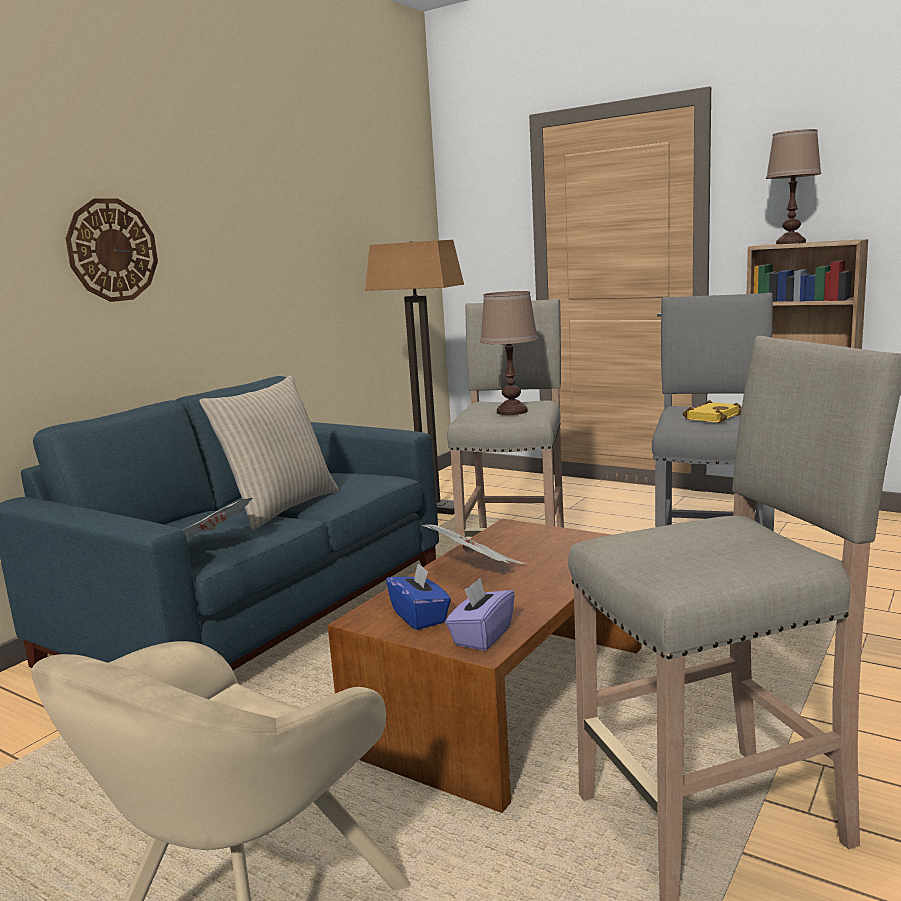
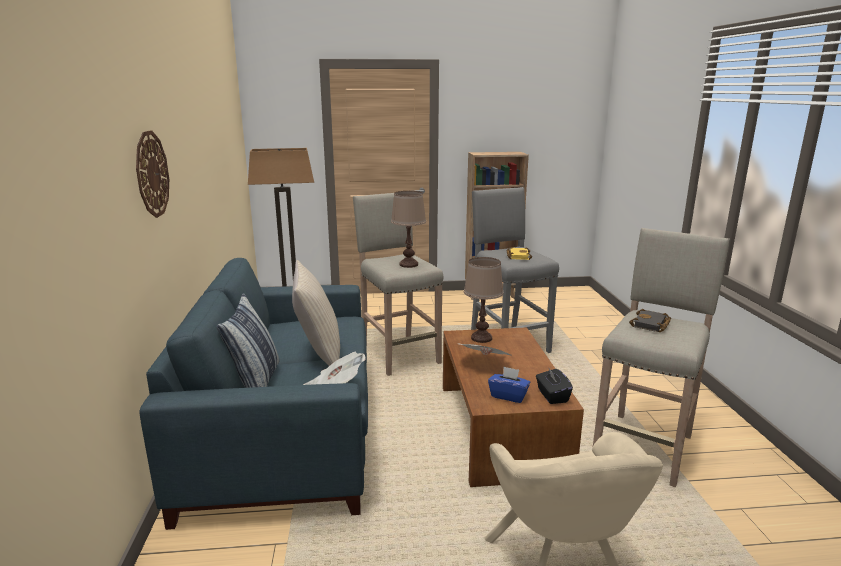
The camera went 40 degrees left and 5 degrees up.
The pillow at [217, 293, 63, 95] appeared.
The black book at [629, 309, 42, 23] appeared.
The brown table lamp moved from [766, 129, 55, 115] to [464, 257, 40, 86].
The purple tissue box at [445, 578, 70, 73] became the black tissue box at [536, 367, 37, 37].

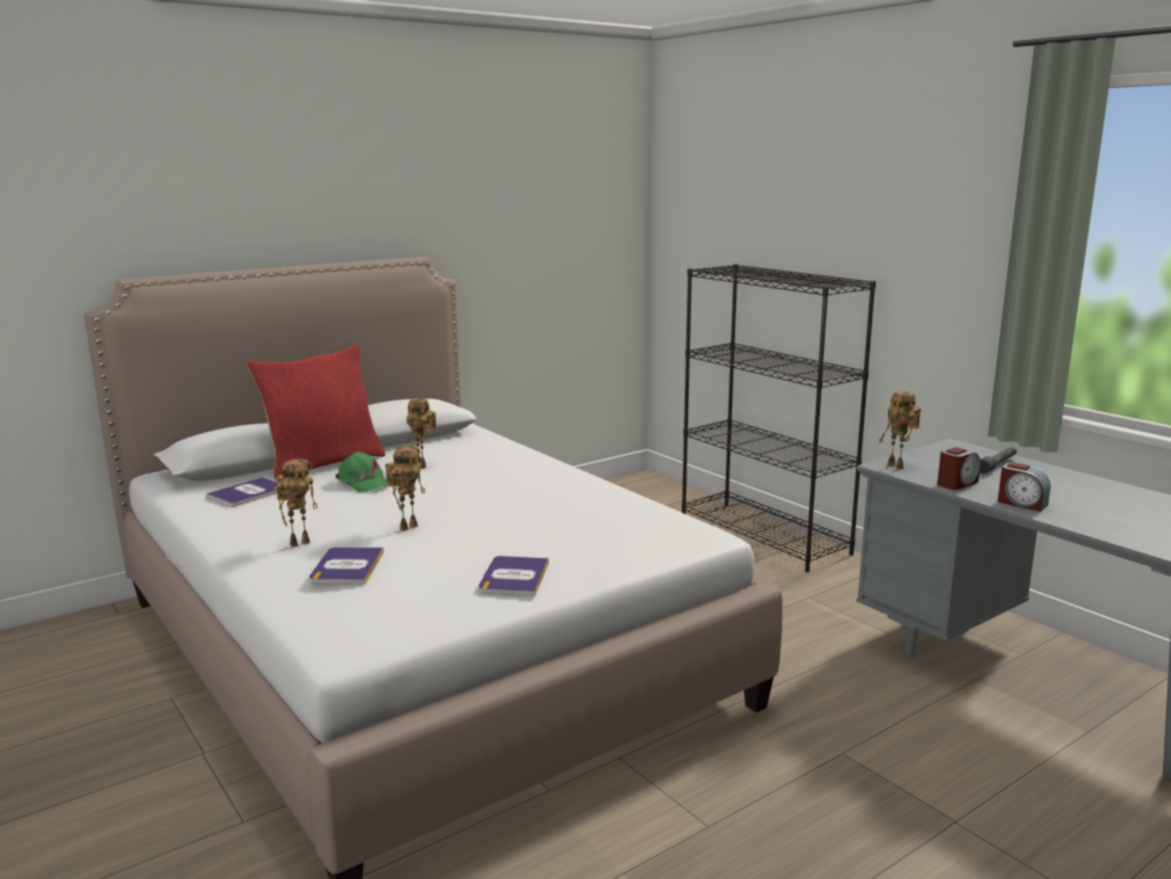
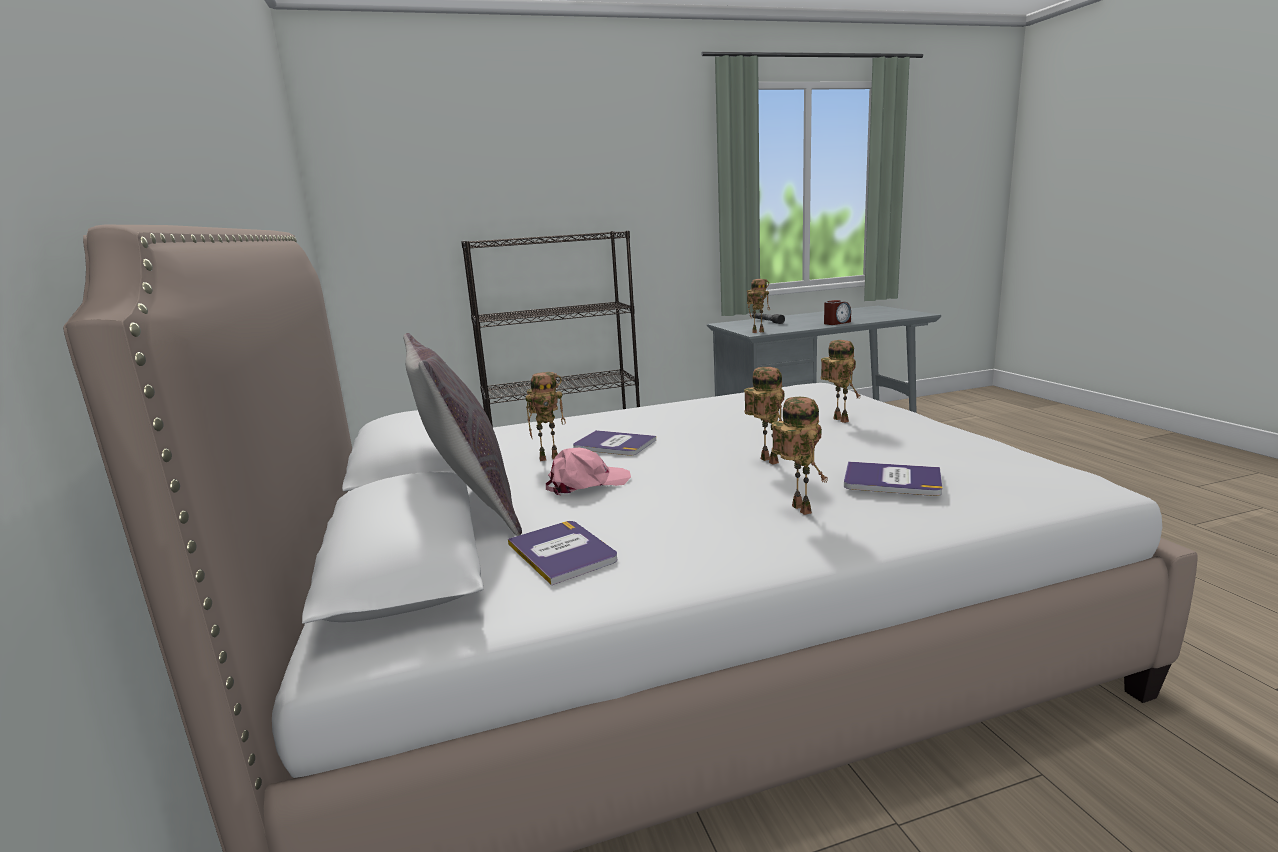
The camera went 70 degrees left and 0 degrees up.
The alarm clock at [937, 447, 43, 43] disappeared.
The toy robot at [821, 340, 40, 83] appeared.
The book moved from [479, 556, 70, 40] to [573, 430, 83, 26].
The red pillow at [246, 344, 139, 136] became the grey pillow at [403, 333, 119, 203].
The green cap at [336, 452, 51, 40] became the pink cap at [546, 448, 85, 47].

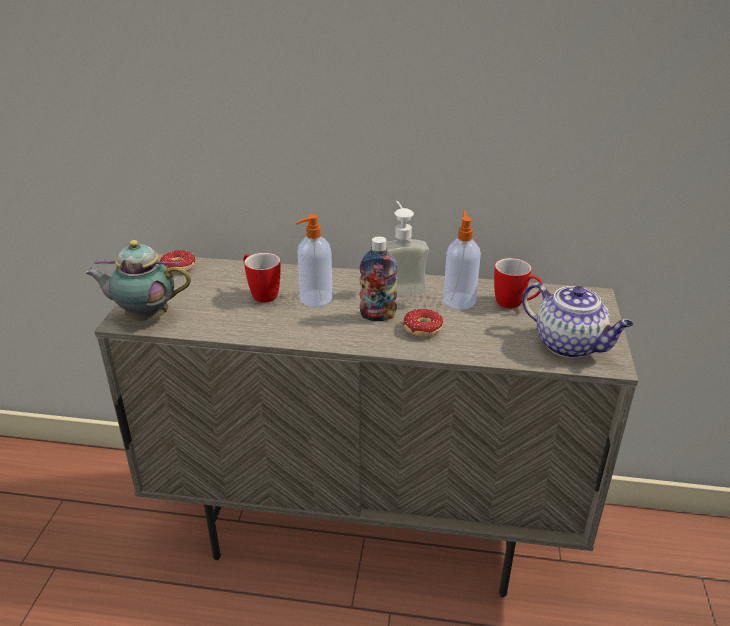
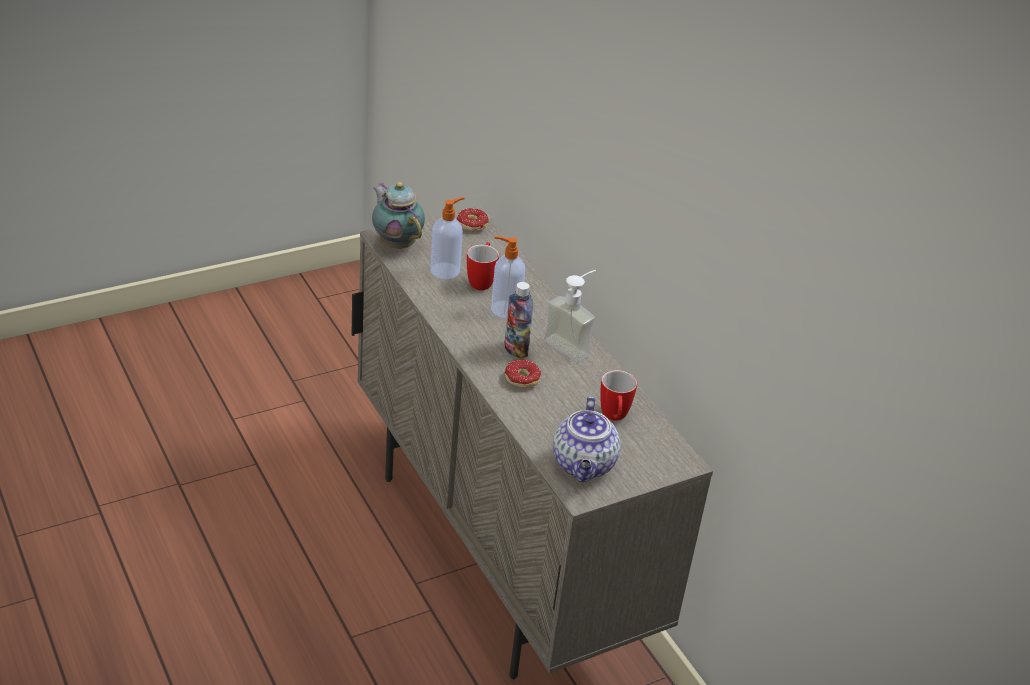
The camera went 50 degrees right and 5 degrees up.
The soap dispenser moved from [443, 210, 38, 100] to [430, 197, 35, 82].

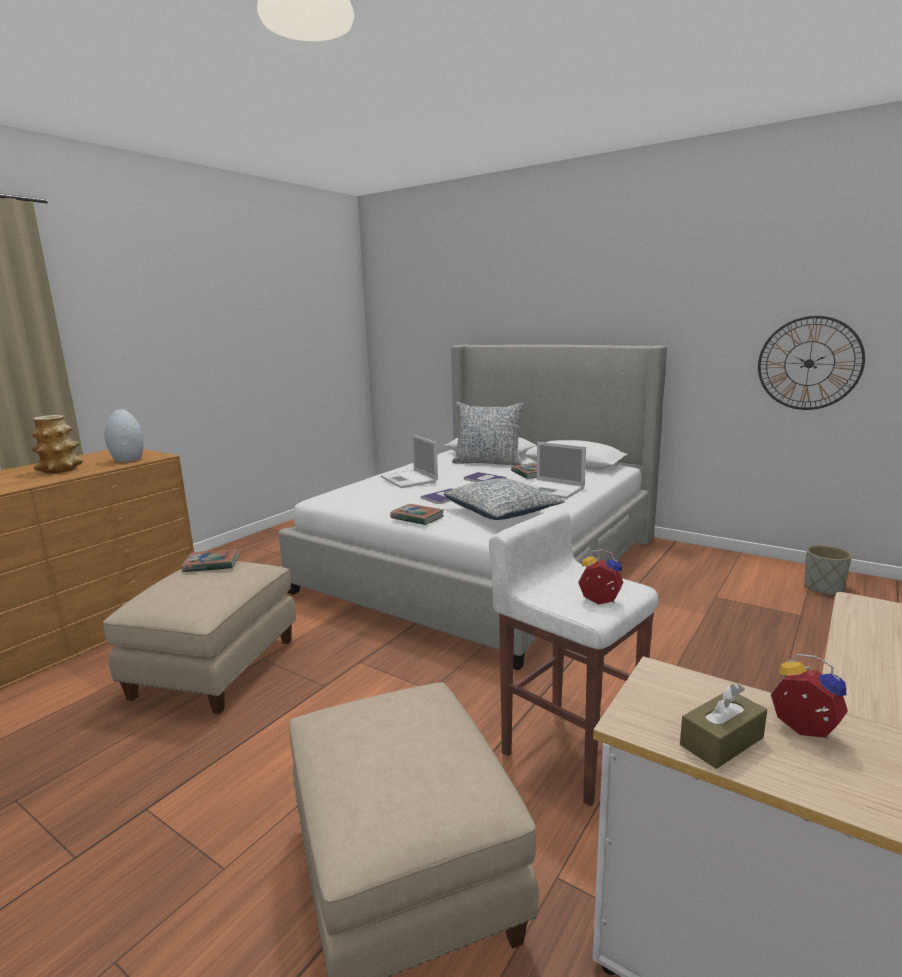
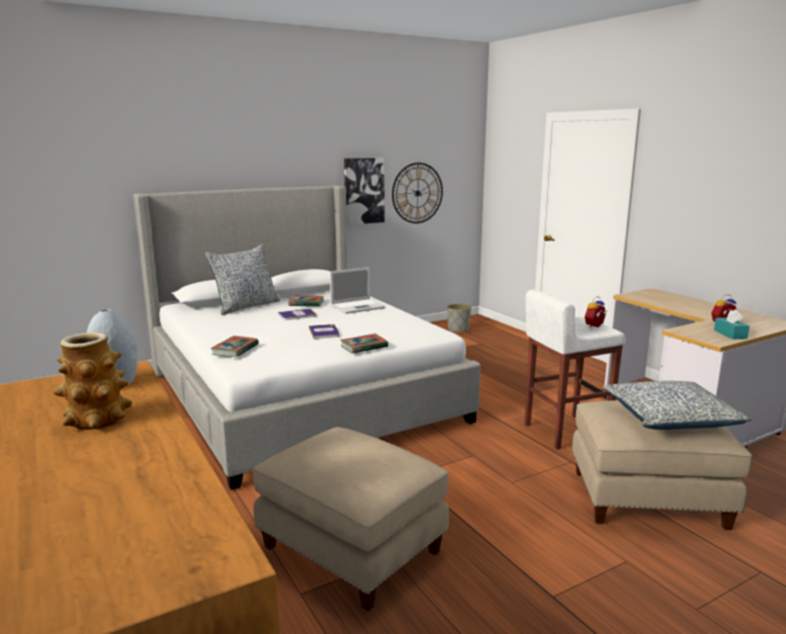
The camera went 65 degrees left and 0 degrees up.
The laptop at [381, 434, 57, 54] disappeared.
The picture at [344, 158, 40, 67] appeared.
The book moved from [181, 549, 59, 23] to [211, 336, 48, 21].
The pillow moved from [444, 478, 121, 42] to [603, 381, 148, 49].
The brown tissue box at [680, 684, 87, 85] became the turquoise tissue box at [714, 309, 36, 30].

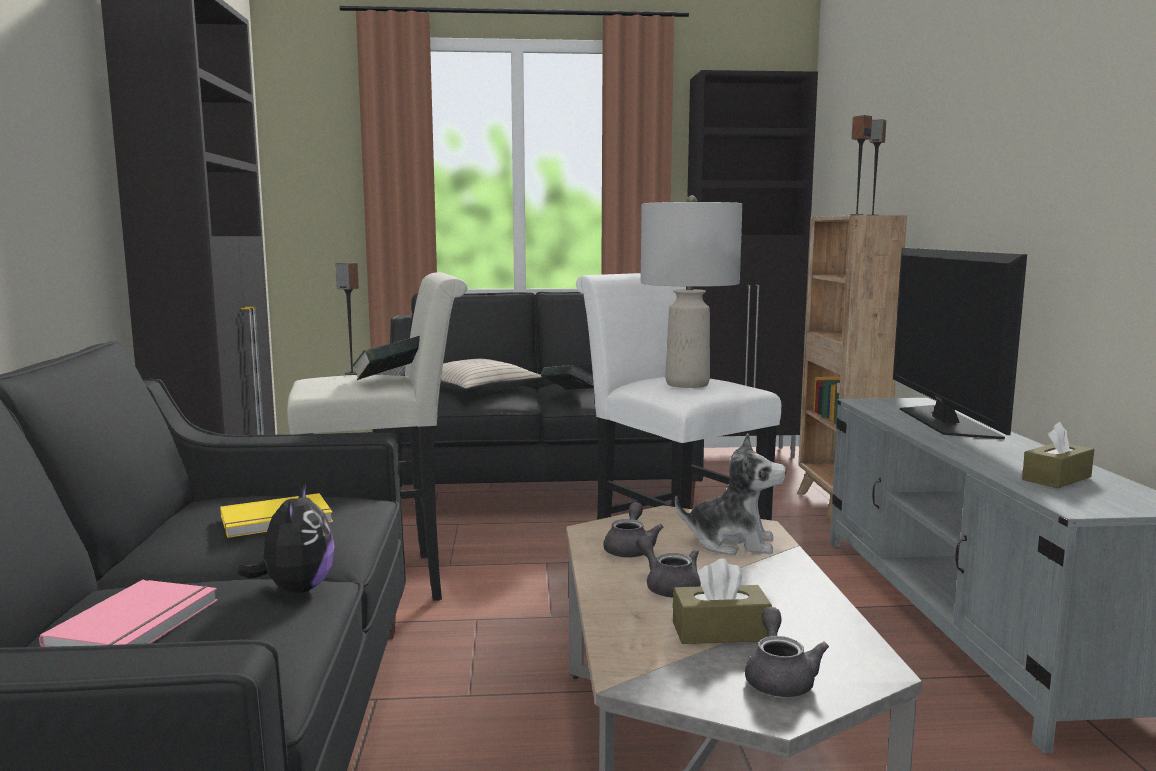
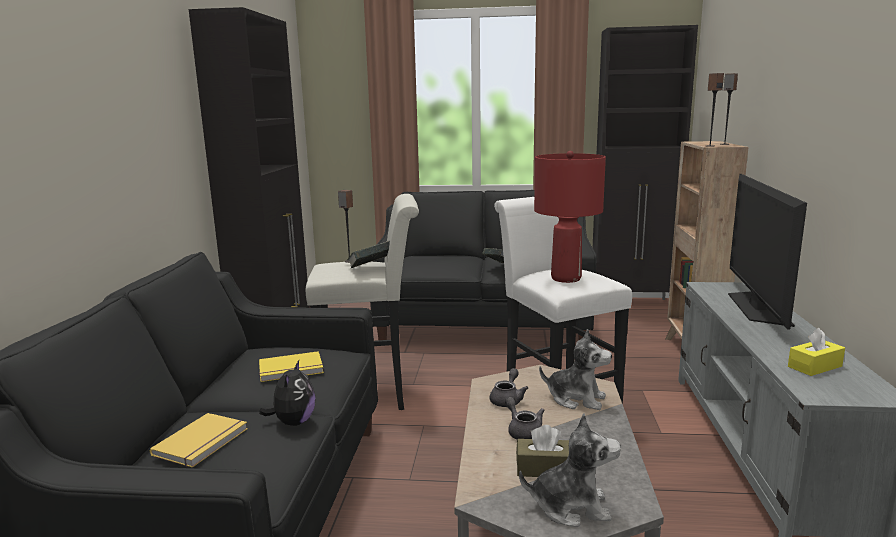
The camera went 10 degrees right and 5 degrees up.
The beige pillow at [440, 359, 103, 36] disappeared.
The grey teapot at [745, 607, 84, 90] was replaced by the plush toy at [519, 413, 102, 114].
The pink book at [39, 580, 179, 67] became the yellow book at [150, 413, 98, 54].
The grey table lamp at [641, 196, 101, 192] became the red table lamp at [534, 151, 72, 132].
The brown tissue box at [1022, 422, 72, 66] became the yellow tissue box at [788, 328, 57, 48].

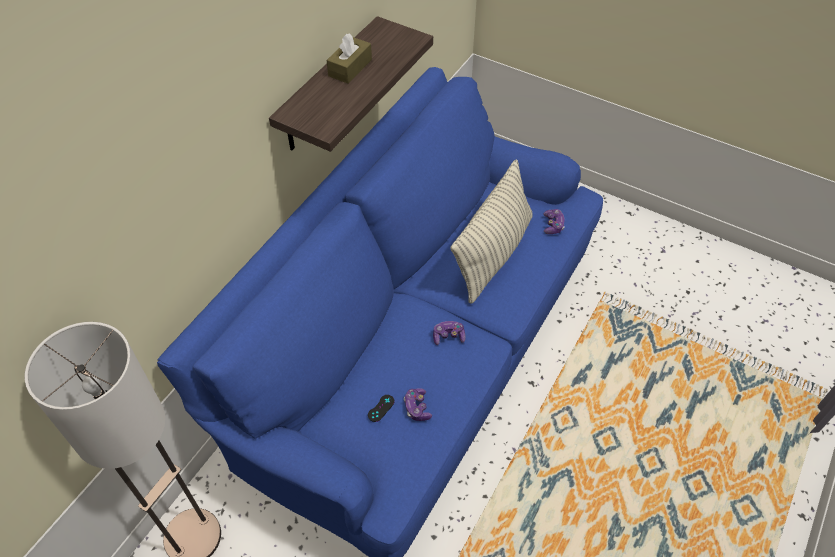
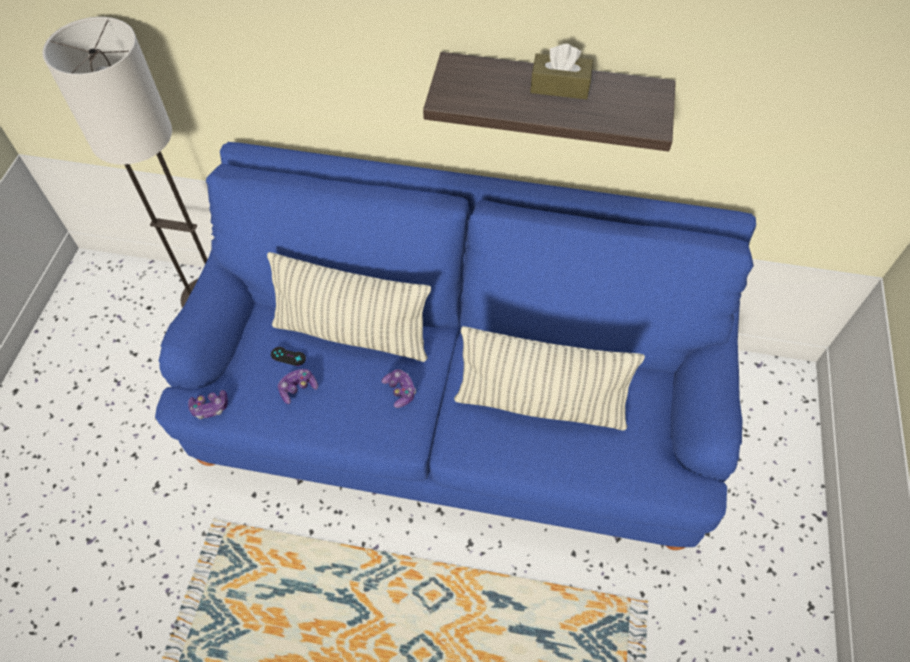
The camera went 70 degrees right and 5 degrees up.
The pillow at [267, 252, 164, 110] appeared.
The game controller moved from [543, 209, 22, 25] to [188, 390, 40, 29].

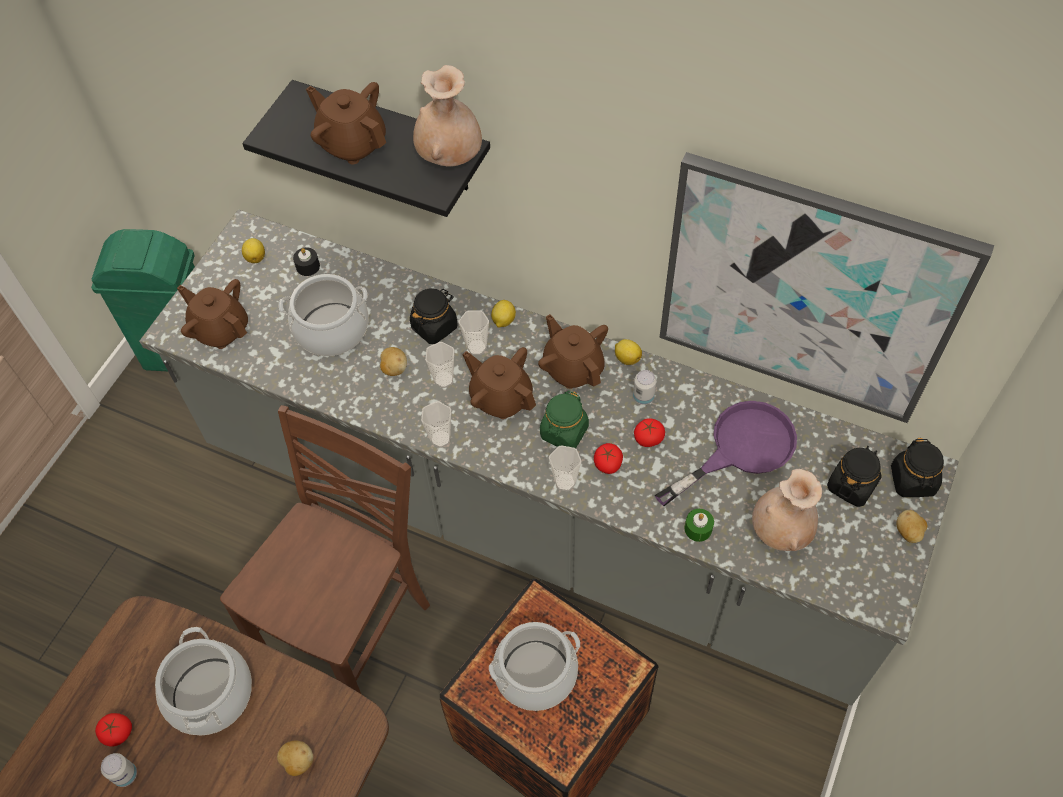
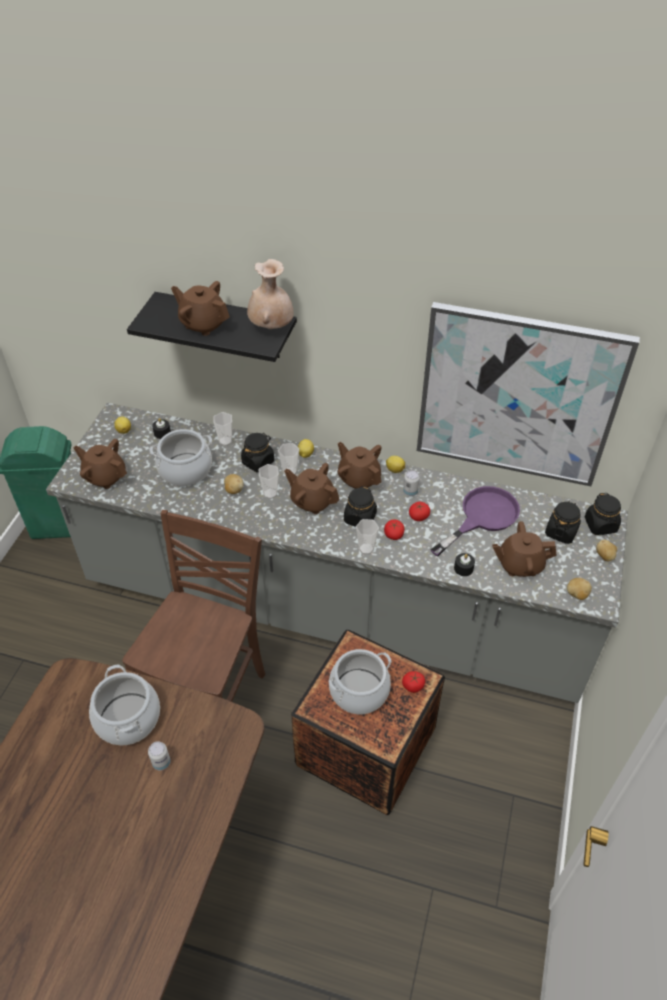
The camera went 10 degrees left and 10 degrees down.
The tomato moved from [95, 713, 37, 34] to [402, 671, 23, 22].
The can moved from [101, 753, 36, 34] to [148, 741, 23, 29].
The potato moved from [277, 741, 36, 35] to [567, 578, 25, 22].
The cup moved from [421, 401, 30, 47] to [213, 412, 19, 34].
The beige vase at [752, 469, 70, 82] was replaced by the brown teapot at [492, 521, 65, 56].
The green jar at [540, 391, 49, 57] became the black jar at [344, 486, 33, 41].
The green candle at [685, 509, 29, 33] became the black candle at [454, 553, 21, 23].

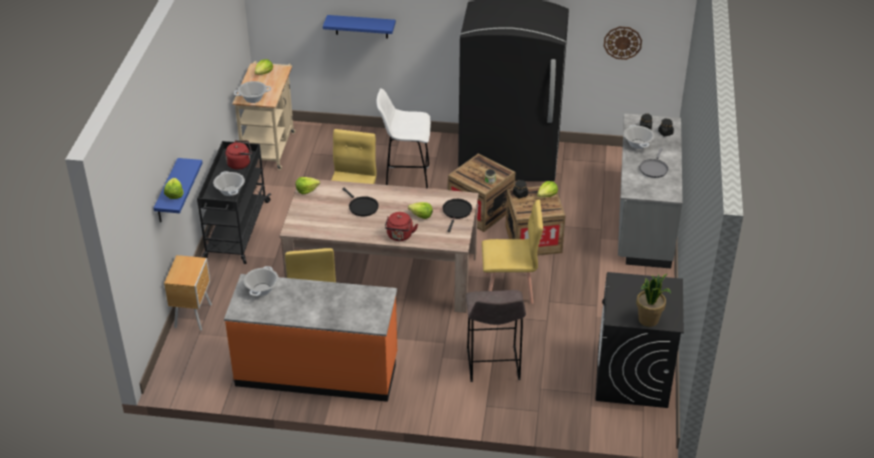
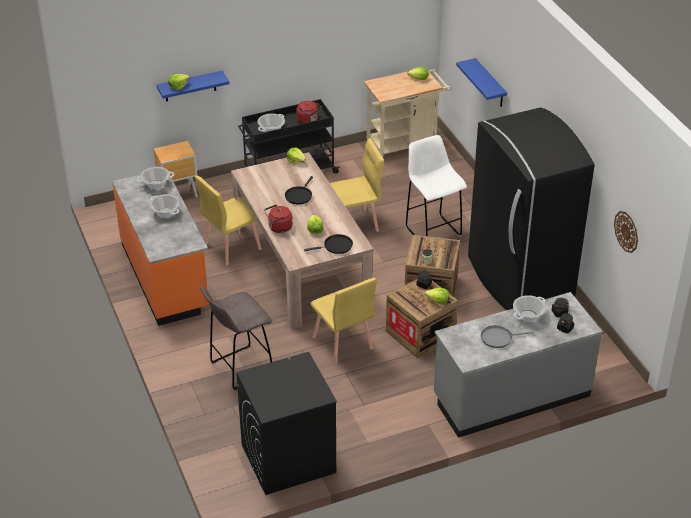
The camera went 60 degrees right and 0 degrees up.
The potted plant at [636, 274, 35, 53] disappeared.
The cooking pot moved from [234, 81, 37, 22] to [149, 194, 31, 24].

